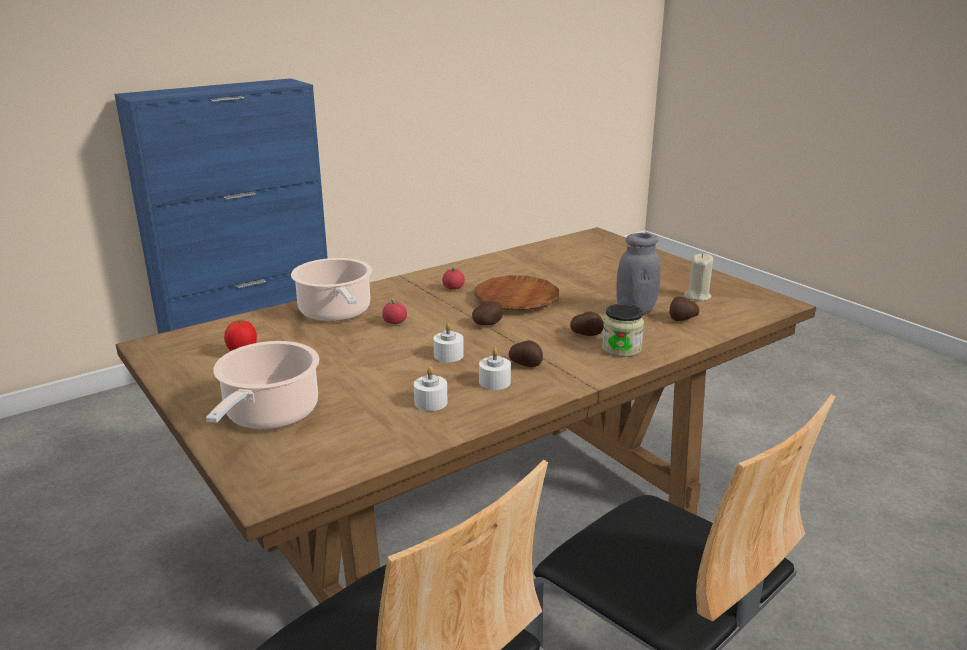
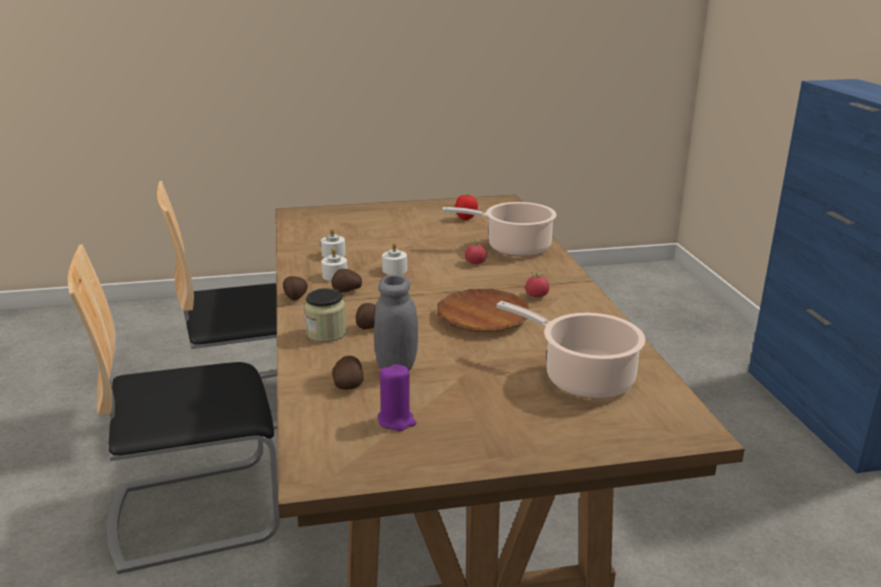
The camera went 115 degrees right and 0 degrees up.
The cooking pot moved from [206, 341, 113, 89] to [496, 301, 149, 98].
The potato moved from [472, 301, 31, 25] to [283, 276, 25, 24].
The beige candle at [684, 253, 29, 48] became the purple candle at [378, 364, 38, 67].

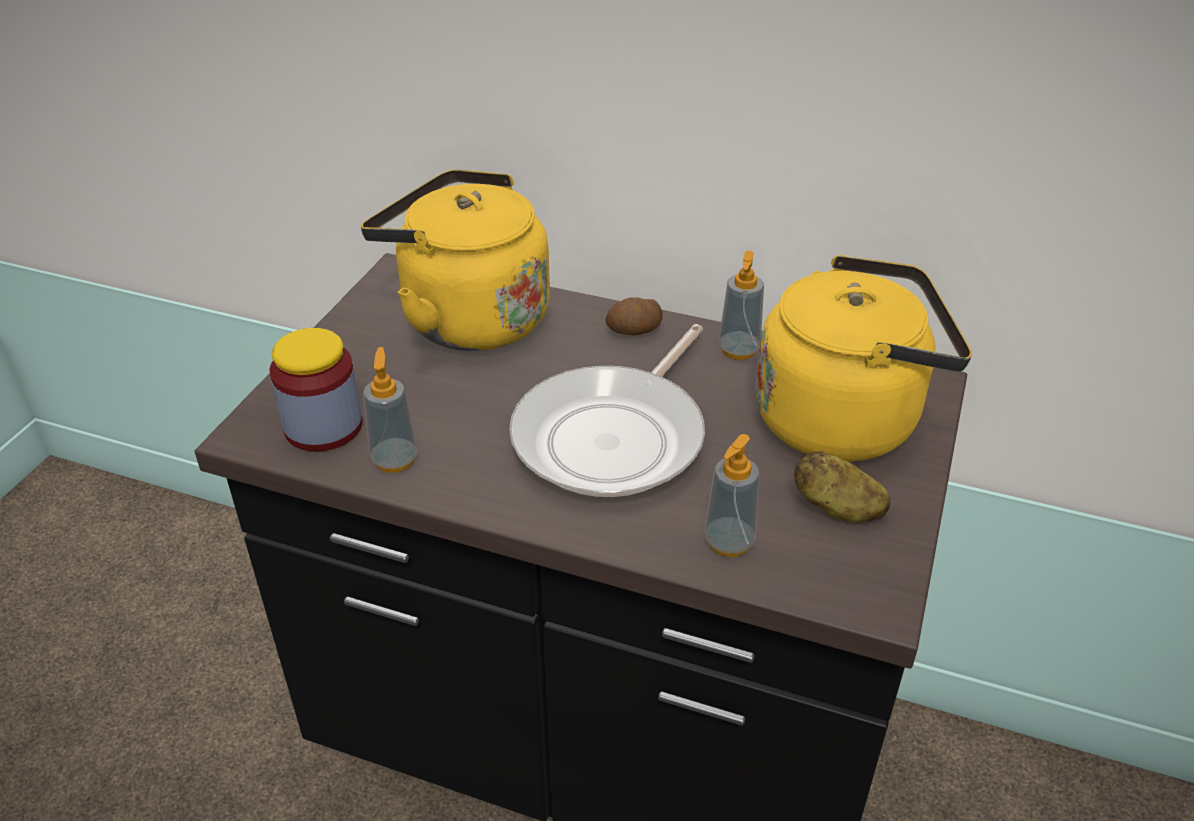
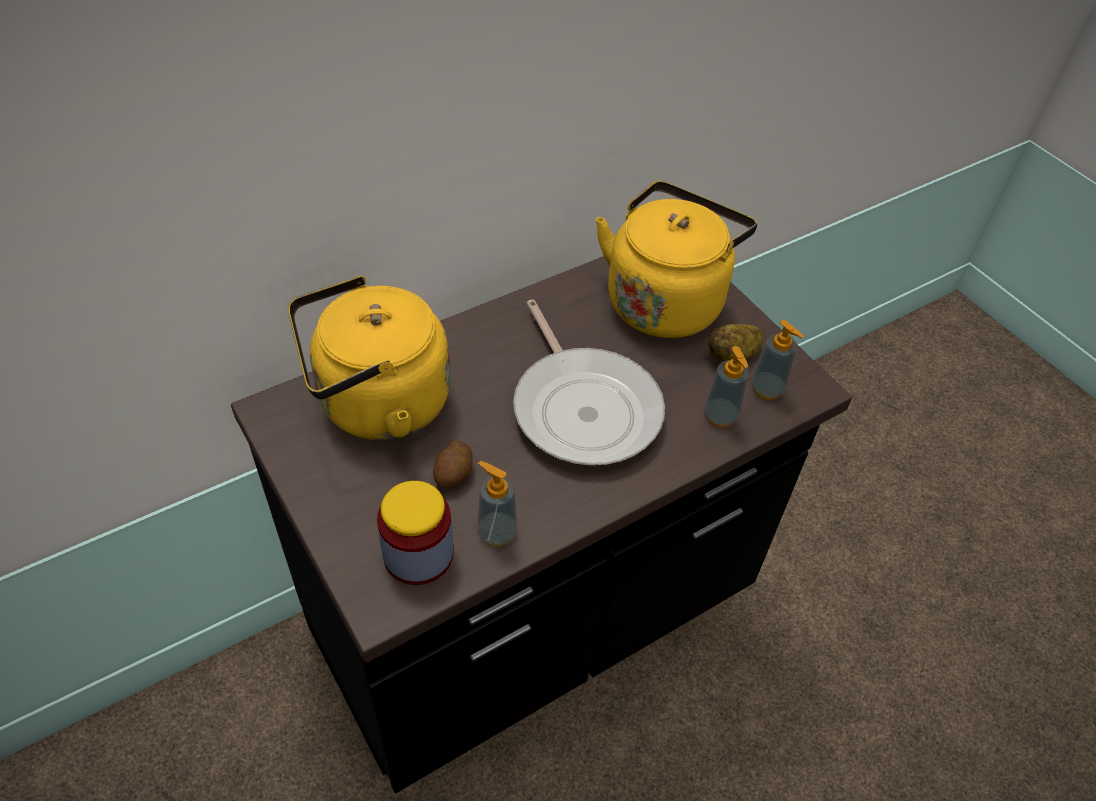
The camera went 55 degrees left and 10 degrees up.
The potato moved from [605, 297, 58, 39] to [433, 440, 40, 48].
The soap dispenser moved from [719, 251, 45, 109] to [751, 320, 53, 80].

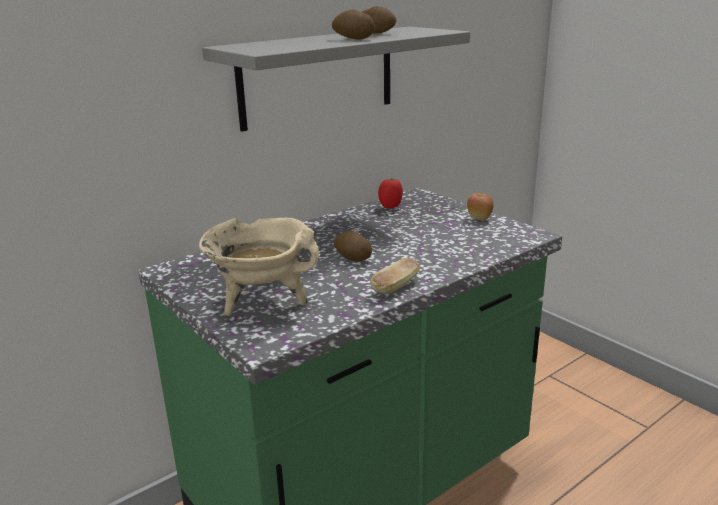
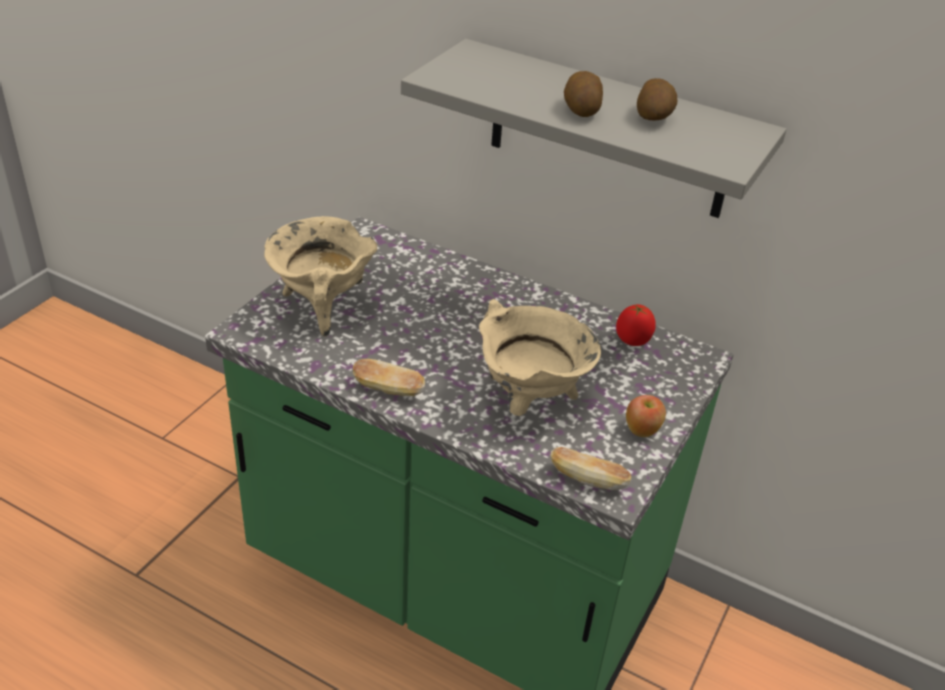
The camera went 65 degrees right and 15 degrees up.
The potato at [334, 231, 38, 31] disappeared.
The beige cooking pot at [479, 299, 122, 117] appeared.
The bread at [551, 447, 80, 43] appeared.

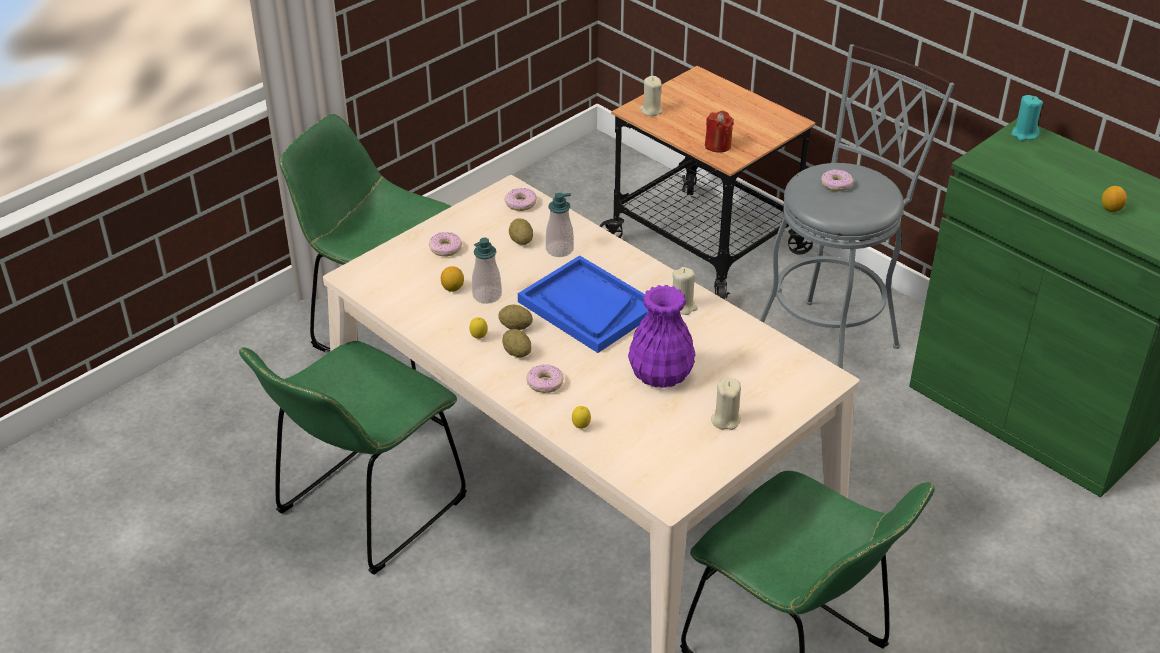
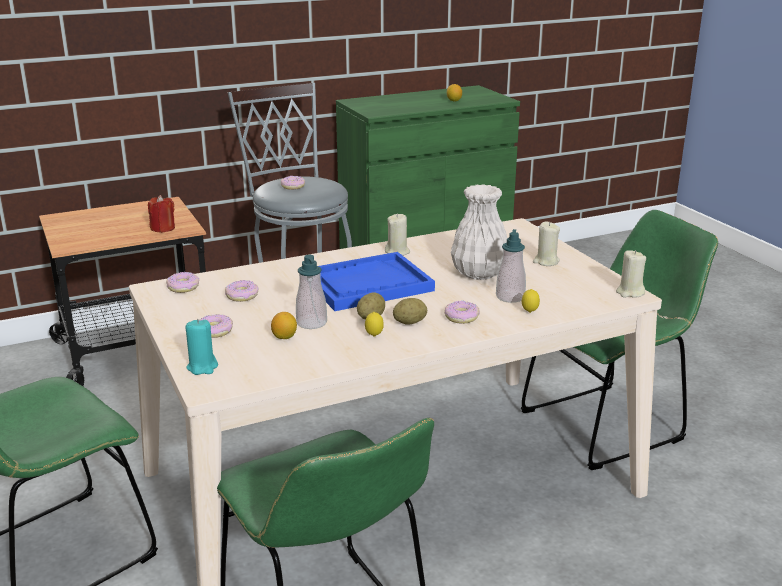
The camera went 70 degrees left and 15 degrees down.
The soap dispenser moved from [546, 193, 28, 64] to [496, 229, 30, 74].
The beige candle moved from [640, 76, 23, 40] to [616, 250, 30, 48].
The turquoise candle moved from [1011, 95, 32, 46] to [186, 319, 32, 56].
The potato at [509, 218, 24, 27] was replaced by the donut at [225, 280, 34, 22].
The purple vase at [628, 285, 68, 103] became the white vase at [451, 184, 56, 96].

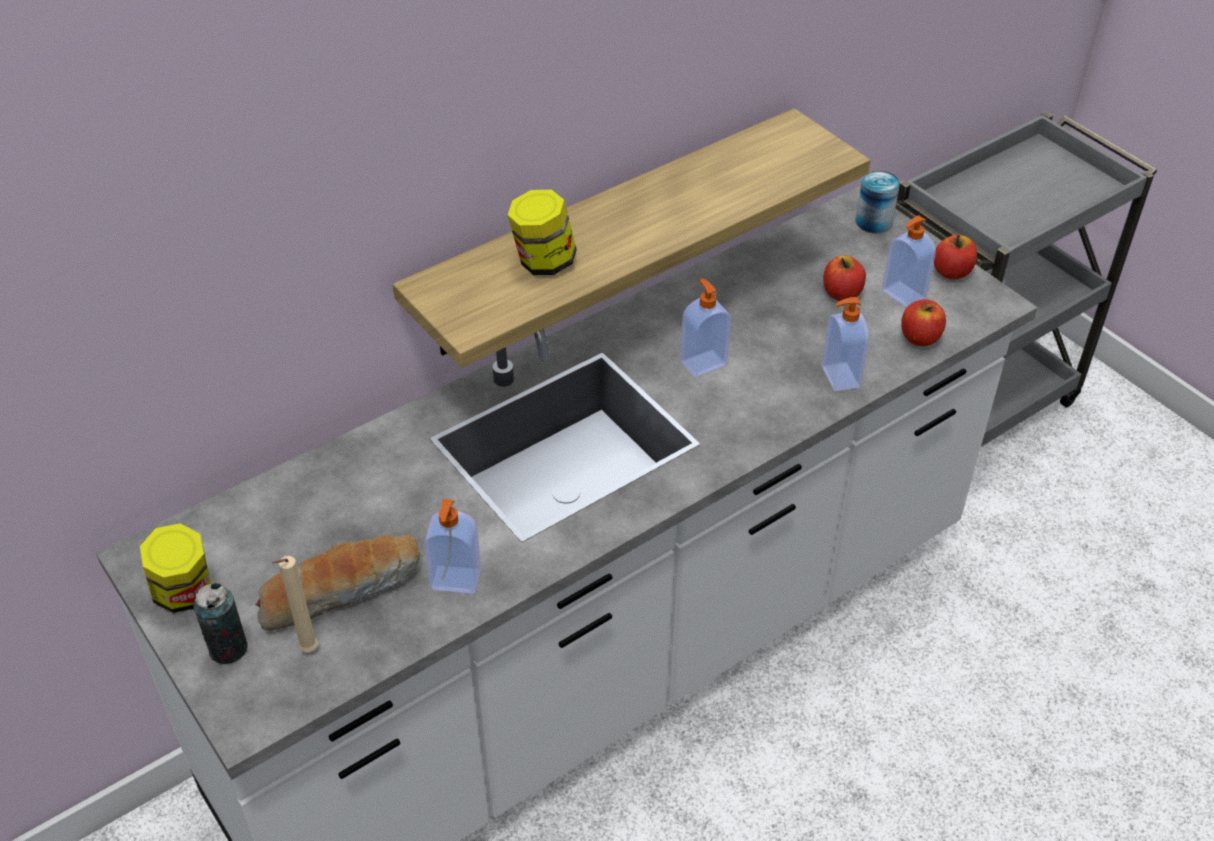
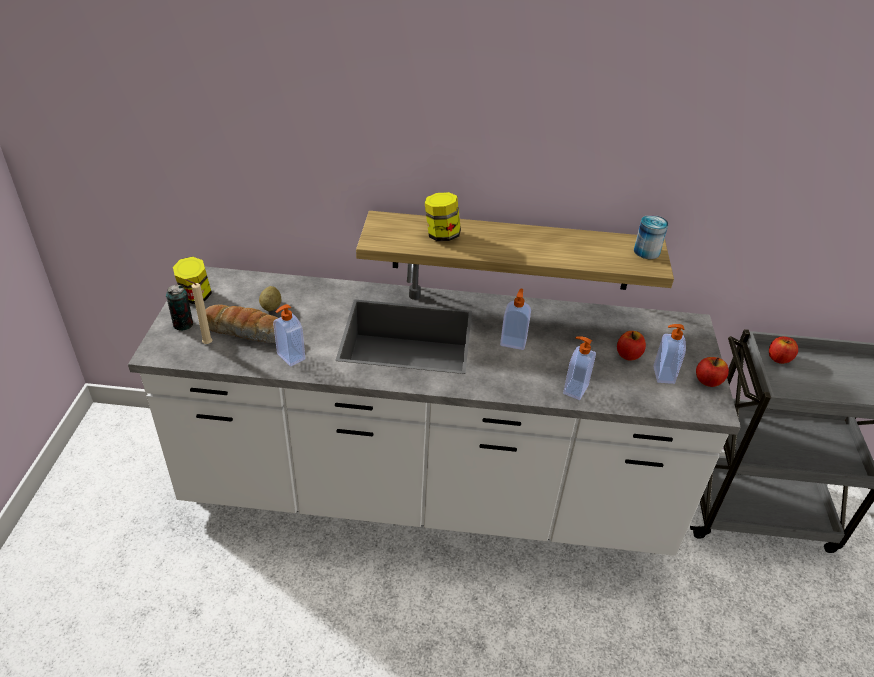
The camera went 40 degrees right and 5 degrees down.
The potato at [259, 286, 22, 25] appeared.
The can moved from [855, 171, 45, 62] to [634, 215, 34, 44].
The apple moved from [901, 299, 45, 47] to [769, 337, 29, 27].

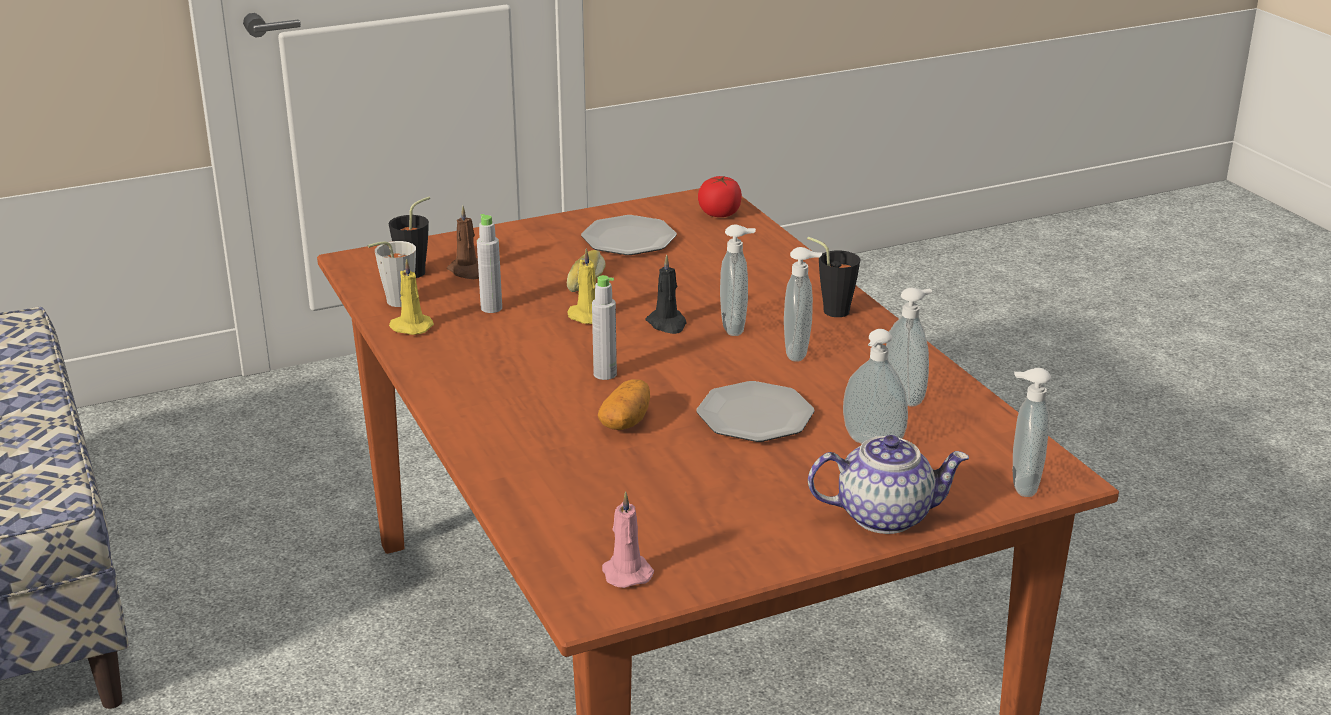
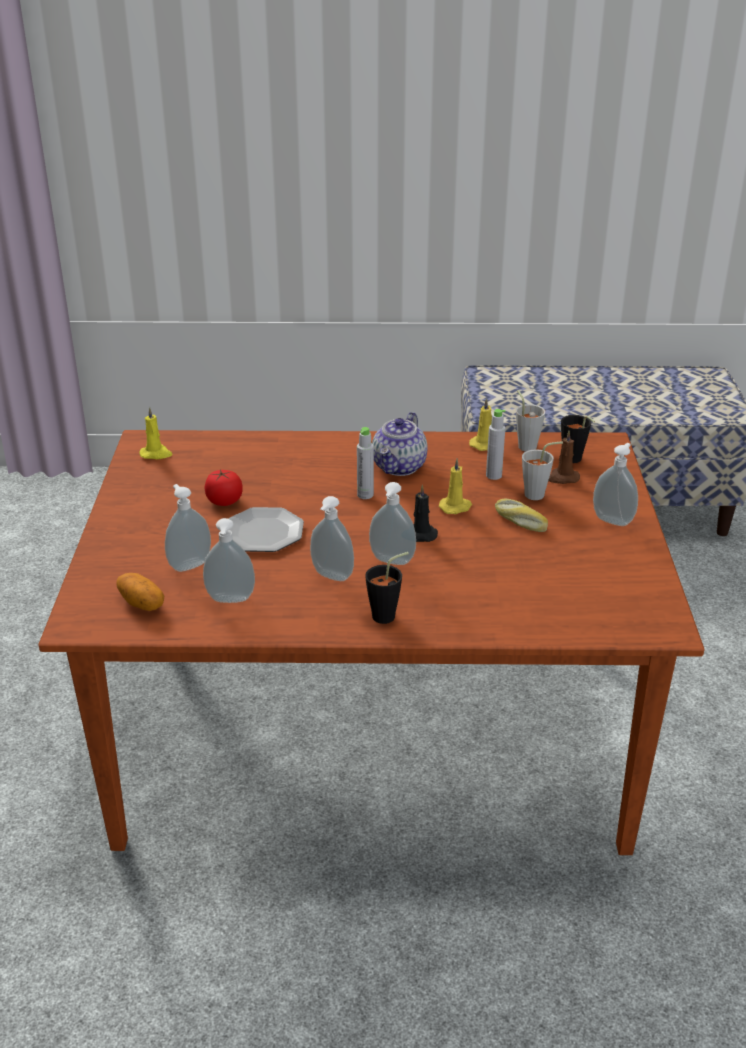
The camera went 115 degrees right and 5 degrees up.
The plate at [581, 215, 96, 40] disappeared.
The grey cup at [522, 441, 41, 59] appeared.
The potato moved from [598, 379, 52, 51] to [116, 573, 48, 38].
The tomato moved from [698, 176, 44, 41] to [205, 470, 38, 36].
The teapot moved from [808, 435, 161, 99] to [372, 412, 55, 64].
The soap dispenser moved from [1013, 368, 38, 129] to [593, 443, 45, 83].
The pink candle at [602, 491, 52, 97] became the yellow candle at [139, 407, 34, 52].

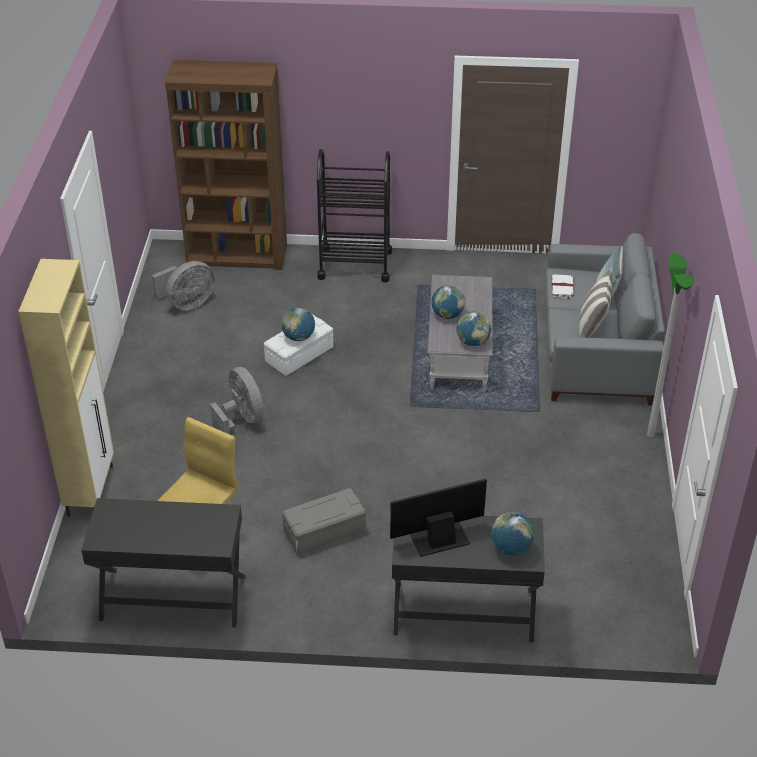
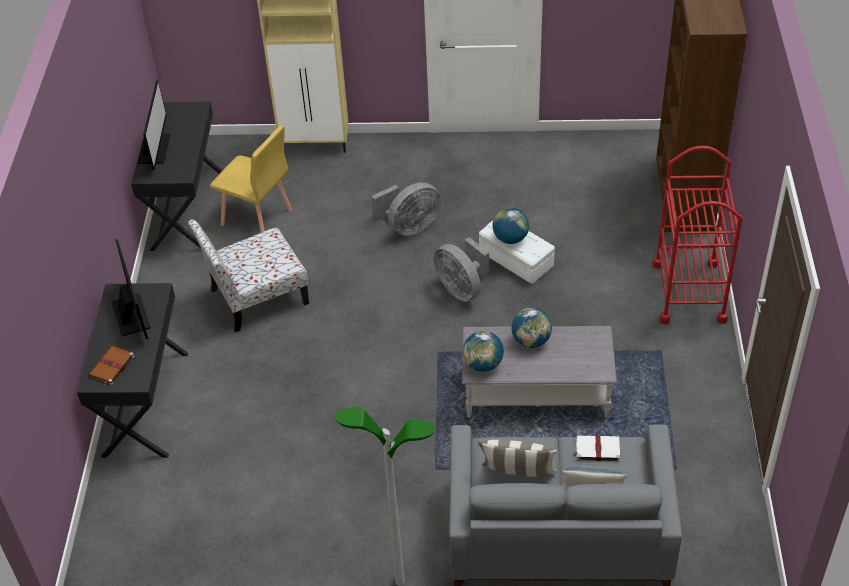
The camera went 90 degrees right and 5 degrees up.
The monitor at [138, 80, 32, 90] appeared.
The grey fan moved from [152, 261, 63, 49] to [434, 237, 55, 65].
The grey storage box at [282, 488, 84, 66] was replaced by the chair at [188, 219, 121, 113].
The globe at [491, 512, 43, 43] was replaced by the brown book at [88, 346, 47, 41].
The black cart at [317, 149, 75, 133] became the red cart at [652, 146, 91, 178].

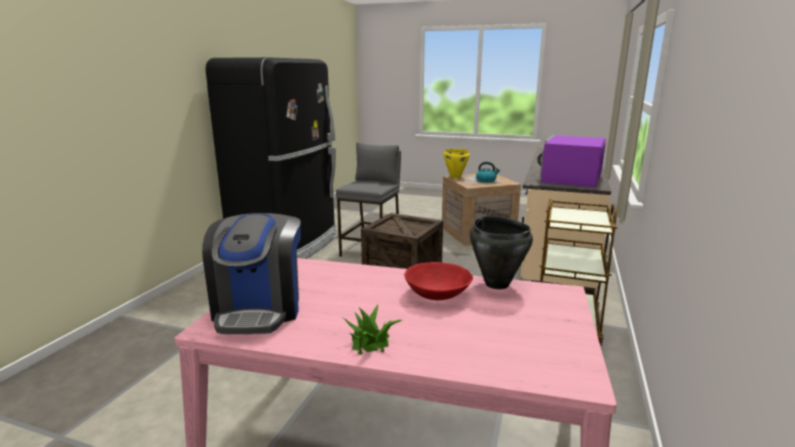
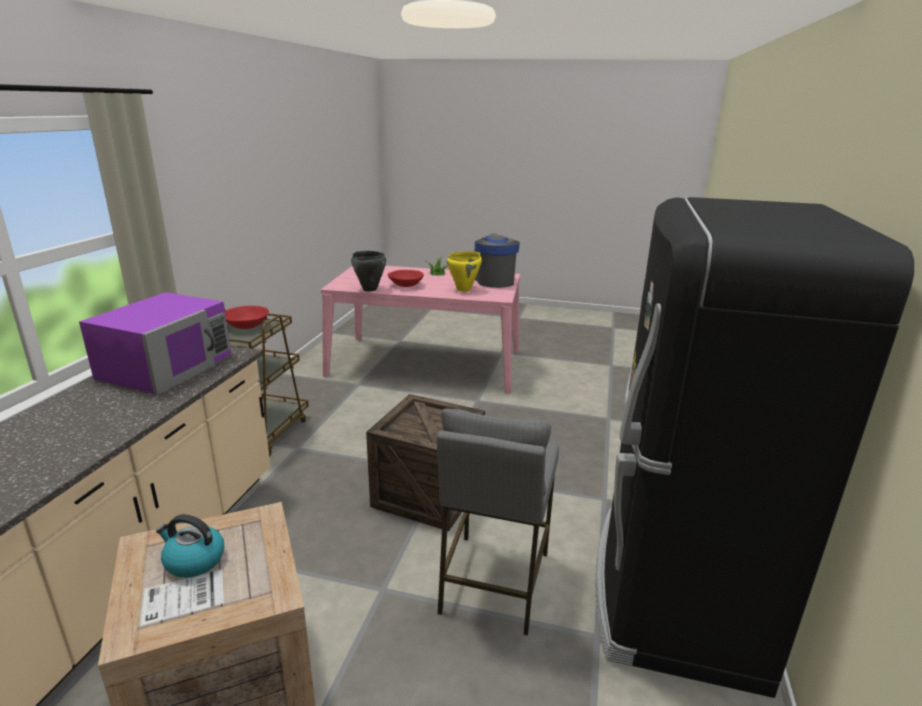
The camera went 175 degrees right and 5 degrees up.
The red bowl at [225, 306, 44, 23] appeared.
The yellow cooking pot moved from [443, 149, 27, 29] to [447, 251, 35, 41].

